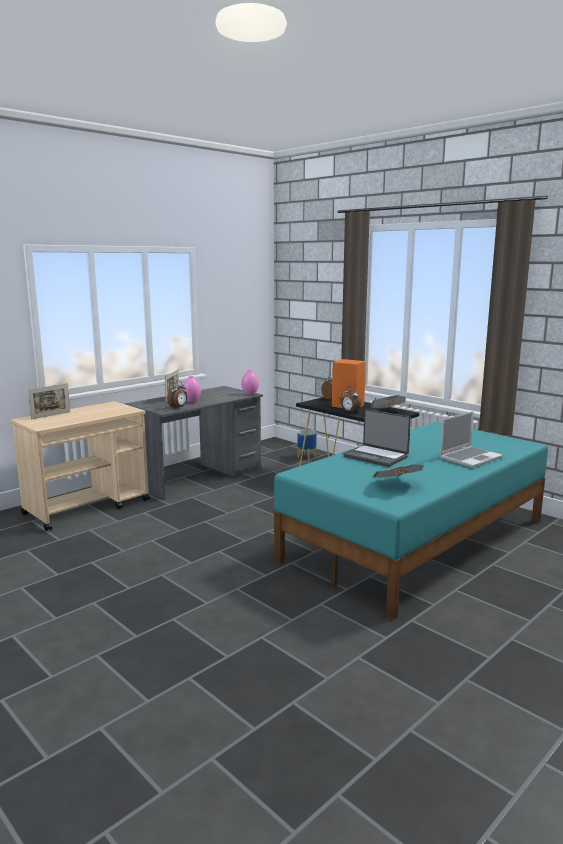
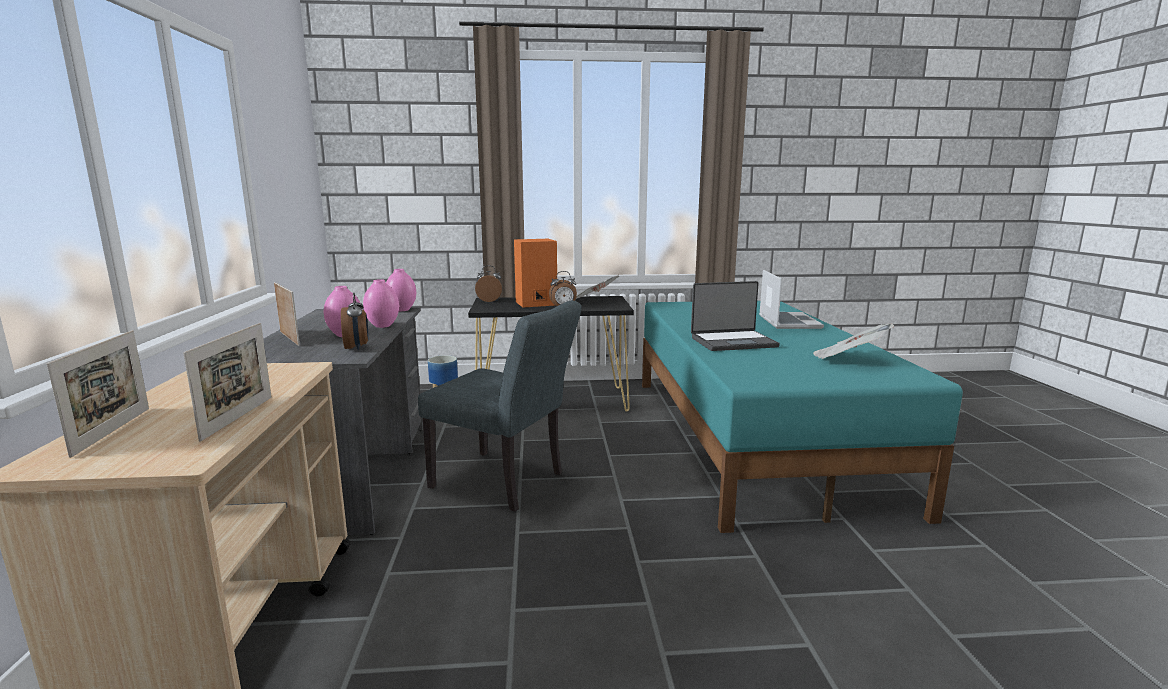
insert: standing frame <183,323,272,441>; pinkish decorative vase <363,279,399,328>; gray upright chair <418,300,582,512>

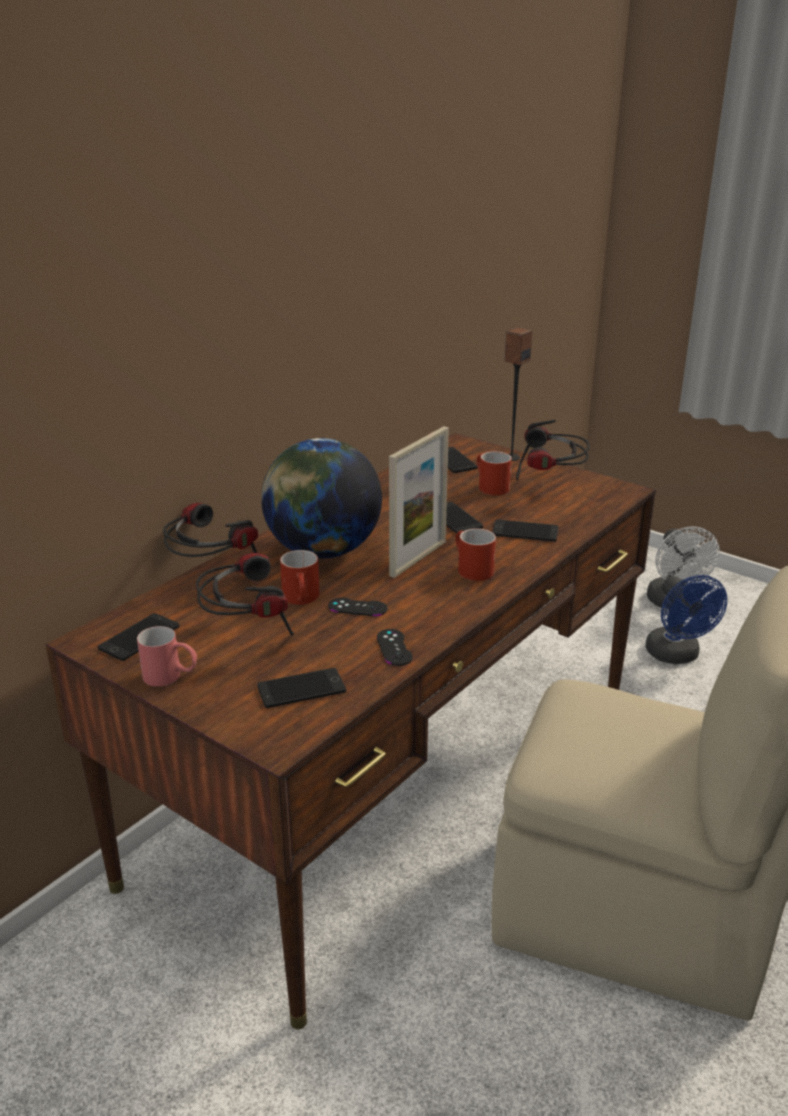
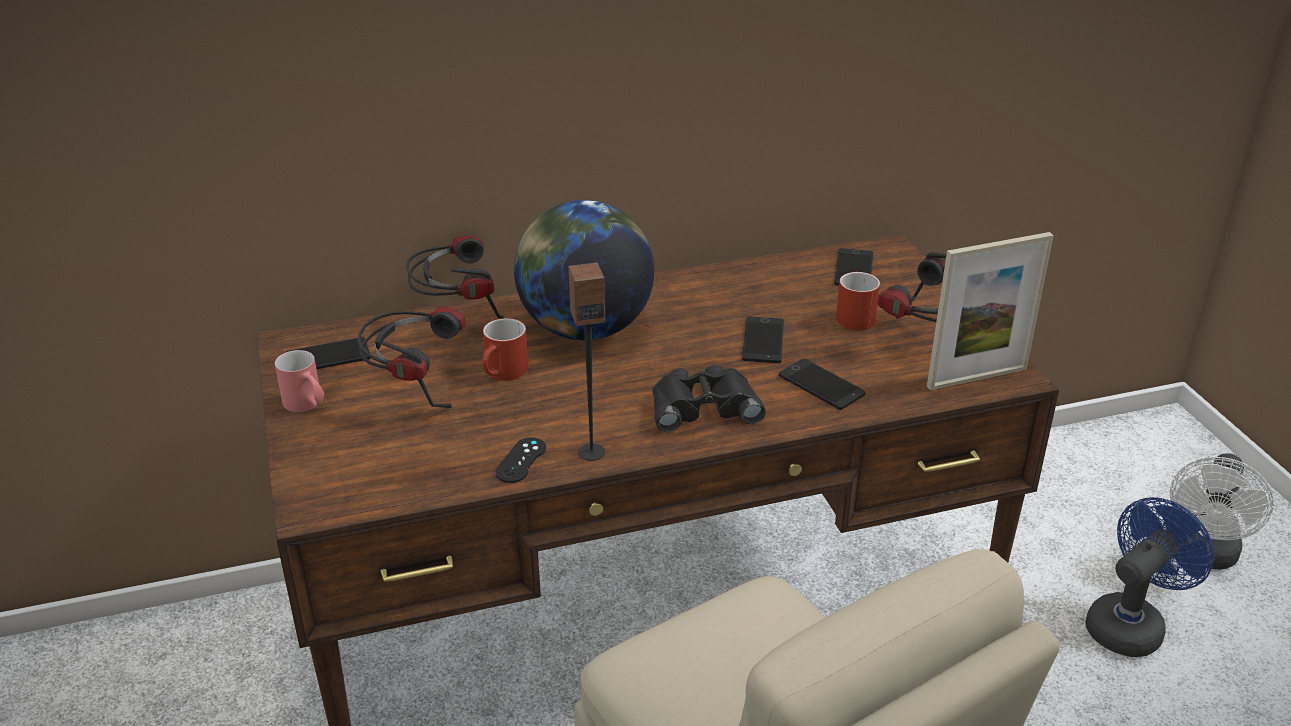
delete: telephone <257,668,346,708>; blackish game controller <328,598,387,616>
move: loudspeaker <504,327,532,461> to <569,263,605,461>; standing frame <389,426,449,578> to <927,232,1054,390>
replace: red-coloured tea mug <455,528,496,581> to blackish field glasses <652,365,766,432>
rotate: bluish electric fan <646,575,727,664> = <1085,497,1214,657> 150 degrees counterclockwise

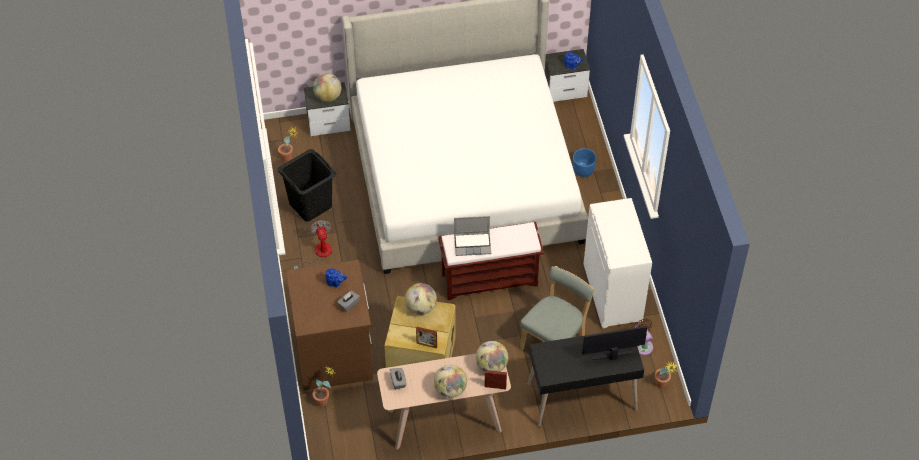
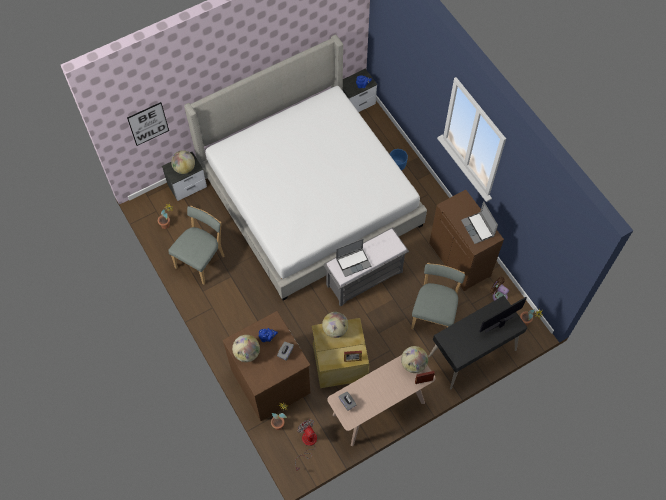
insert: wall picture <127,102,169,146>; portable computer <461,201,498,244>
move: desk globe <434,365,467,398> to <232,335,260,362>; electric fan <294,220,332,269> to <295,420,317,471>
replace: blackish hamper <277,149,336,221> to gray upright chair <168,206,224,284>
recolor: brown-coloured bench <438,222,544,300> to gray bench <324,227,409,307>; white-coloured storage cabinet <584,198,652,328> to brown-coloured storage cabinet <429,190,504,291>

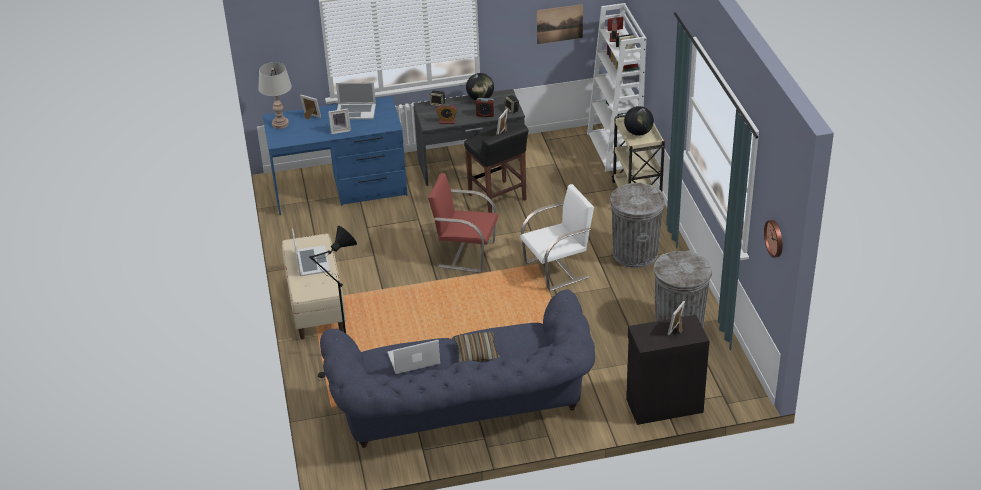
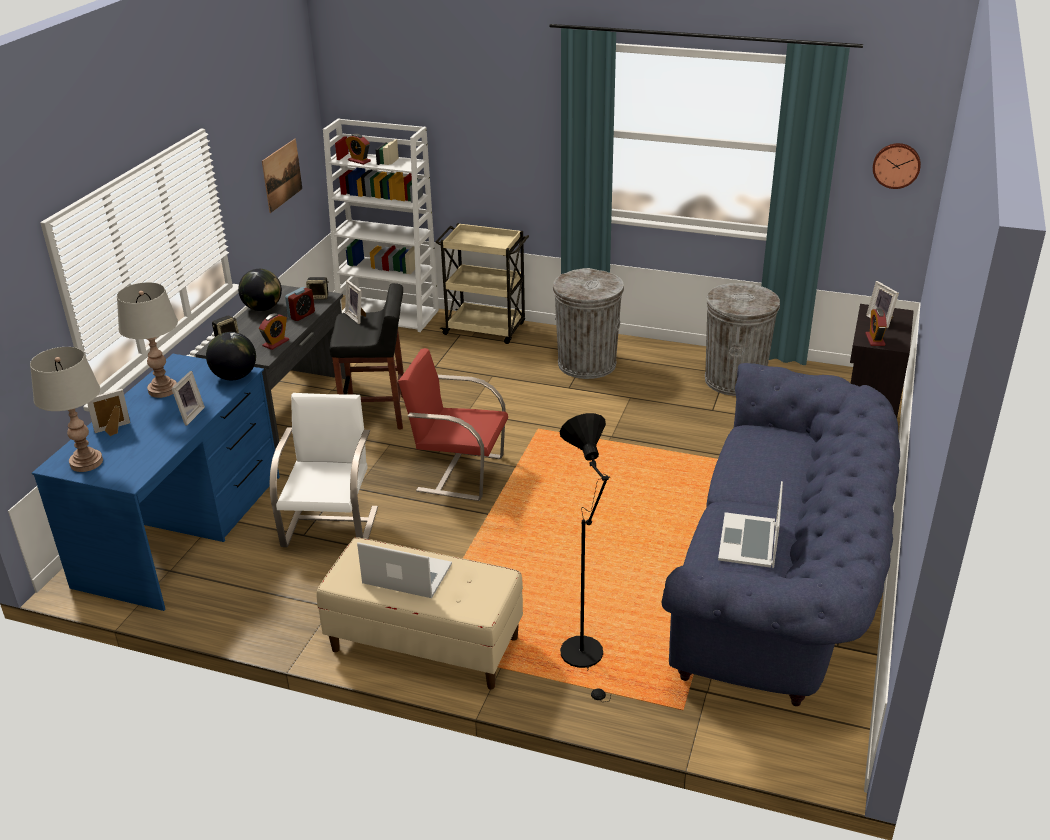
delete: cushion <454,332,500,362>
insert: bedside clock <865,308,887,346>
move: desk globe <624,106,654,136> to <206,332,256,380>; white-coloured upright chair <520,184,594,291> to <269,393,378,547>
replace: portable computer <336,82,376,119> to gray tabletop lamp <117,282,178,398>
rotate: red-coloured upright chair <428,173,498,273> = <398,348,508,501> 60 degrees clockwise

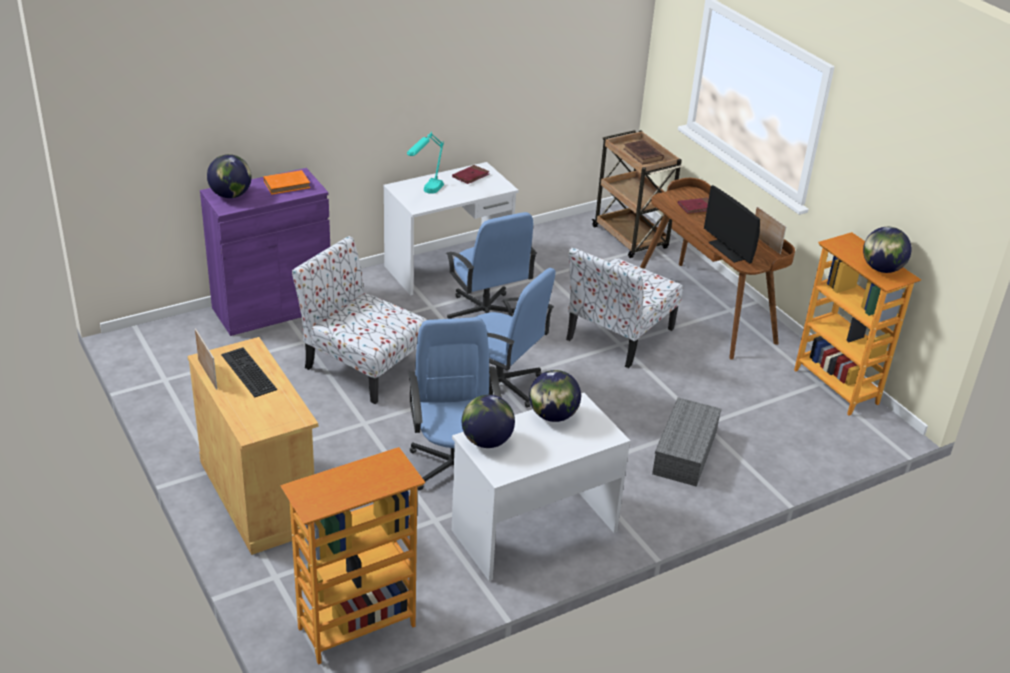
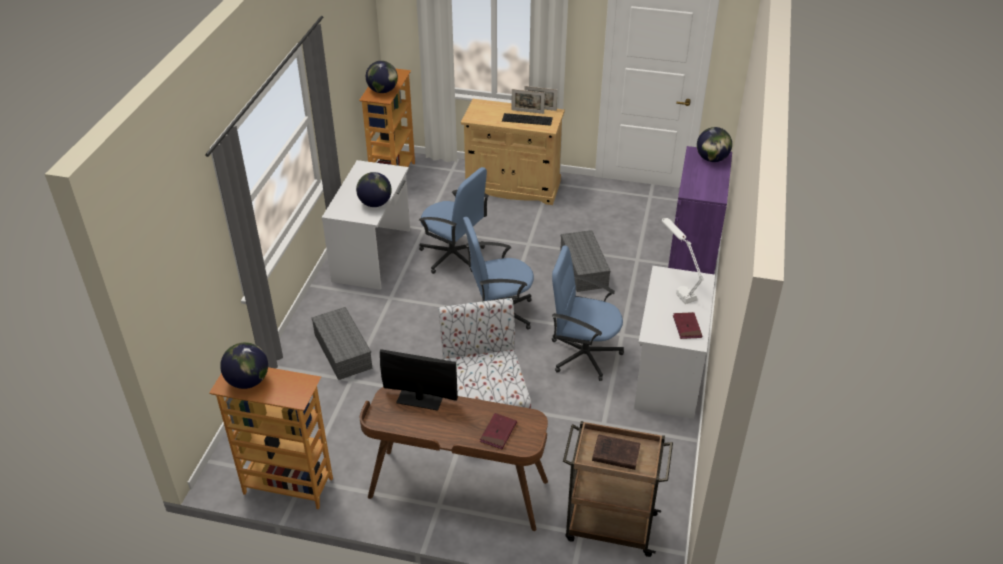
delete: orangey book <264,170,310,194>
move: desk globe <462,395,515,448> to <366,61,398,93>; standing frame <755,206,787,254> to <512,89,545,114>
replace: upright chair <292,236,426,404> to gray storage box <560,230,611,292>
recolor: turquoise tabletop lamp <407,131,444,194> to white-coloured tabletop lamp <662,218,704,304>

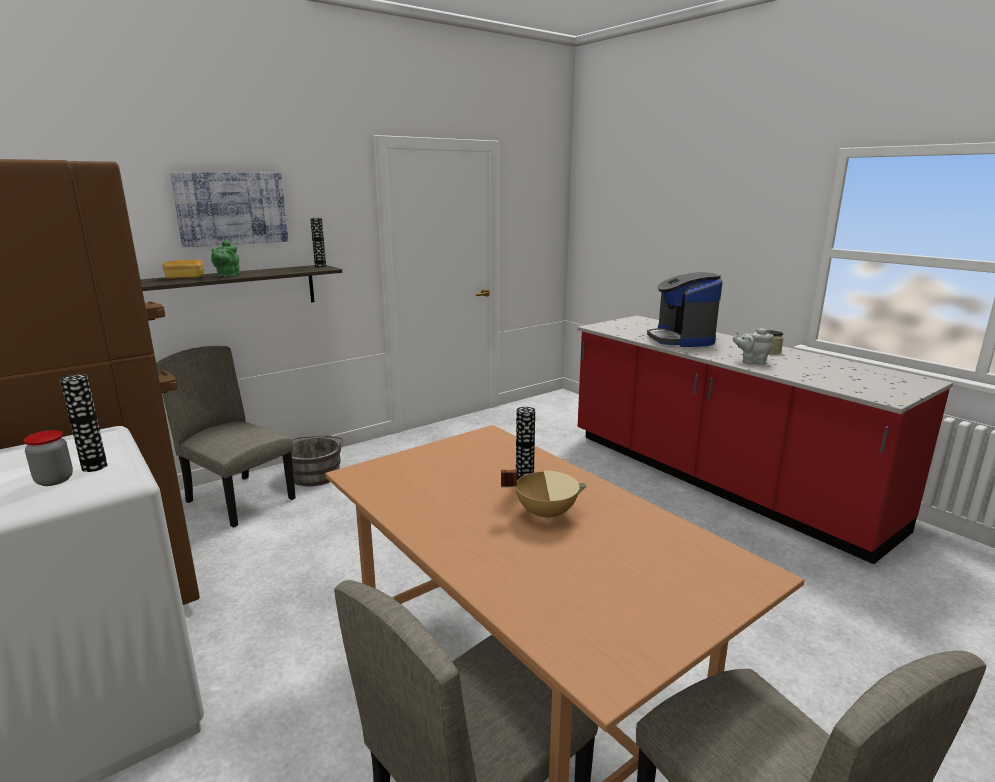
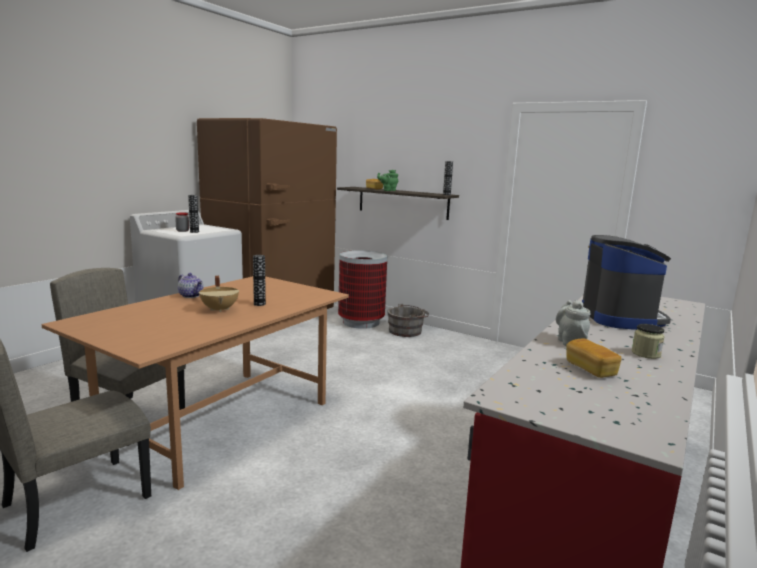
delete: wall picture <170,172,289,247>
insert: teapot <178,273,203,298>; bread <566,339,622,378>
replace: sand-coloured upright chair <156,346,296,528> to waste bin <338,250,387,329>
rotate: coffee machine <647,272,723,347> = <582,235,671,330> 120 degrees clockwise

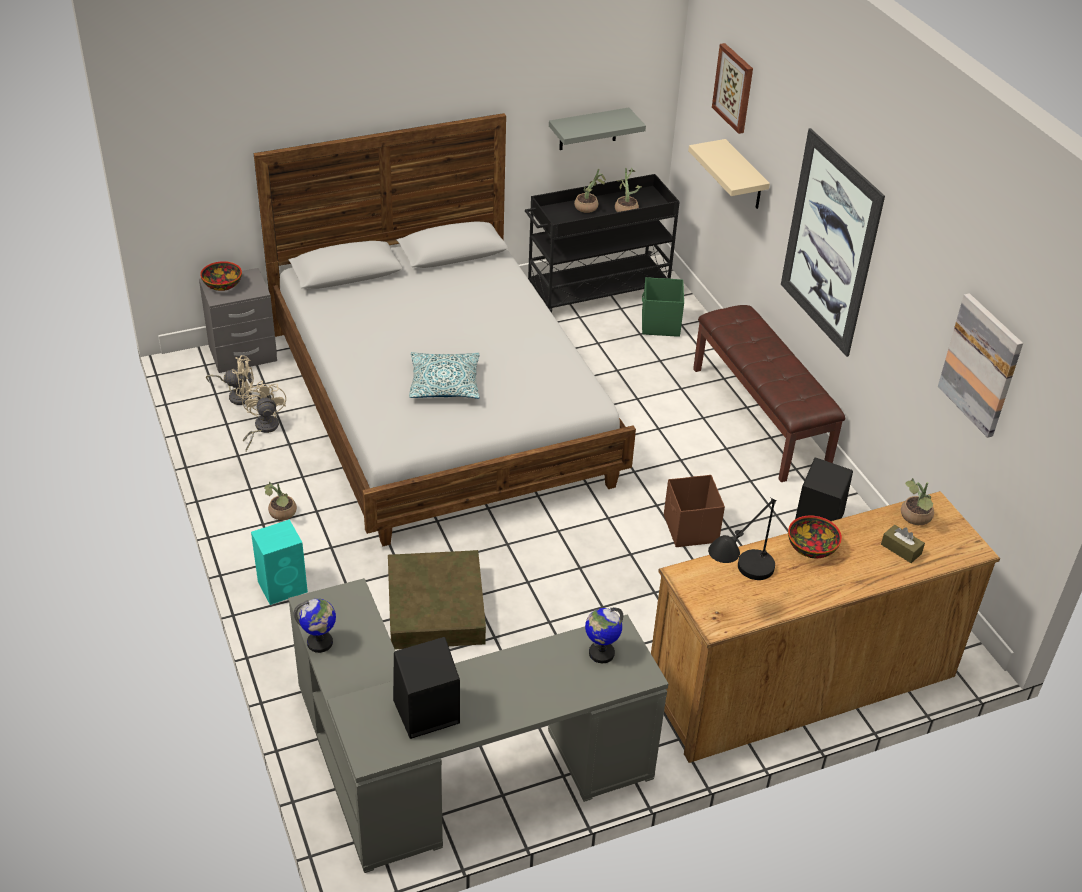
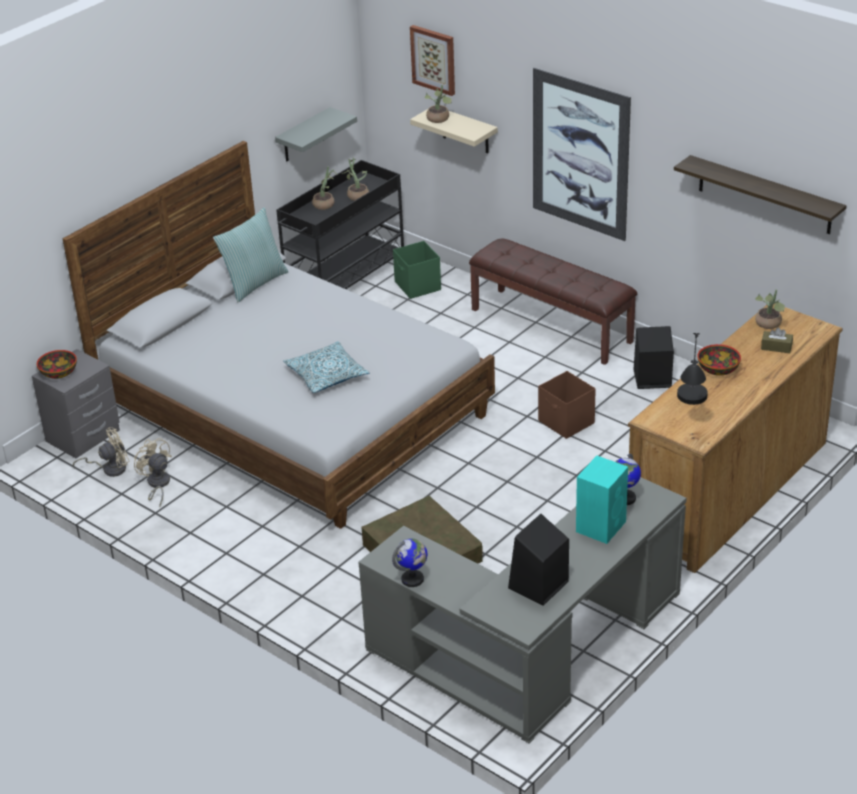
insert: cushion <213,207,288,302>
move: plant in a pot <264,482,297,520> to <425,85,452,123>; turquoise loudspeaker <251,520,308,605> to <576,456,628,544>
replace: wall picture <938,293,1023,438> to shelf <674,155,847,234>

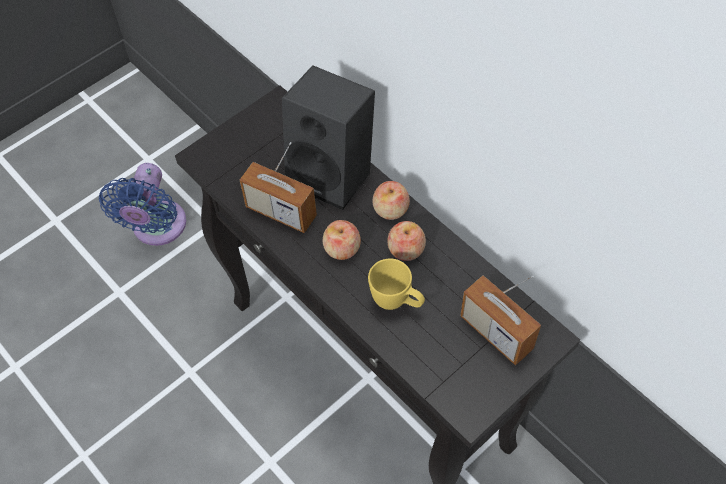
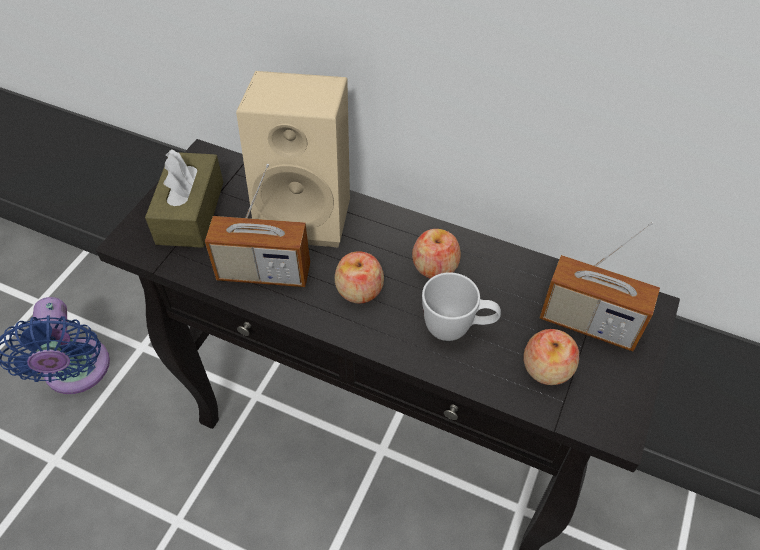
insert: brown-coloured box of tissues <145,149,223,248>
move: whole apple <372,181,410,220> to <523,329,579,385>
recolor: blackish loudspeaker <282,65,375,210> to sand-coloured loudspeaker <236,71,350,248>; yellow-coloured tea mug <368,258,425,310> to white-coloured tea mug <422,272,501,341>

